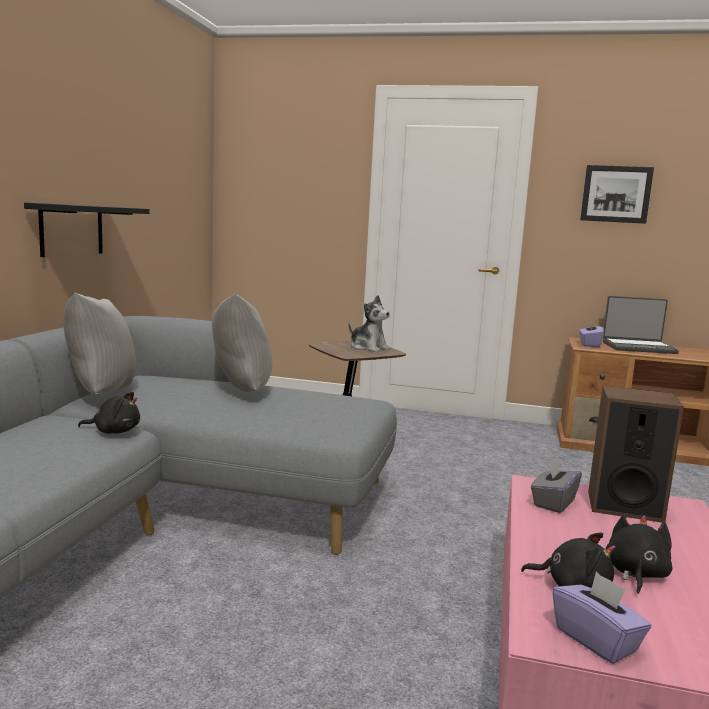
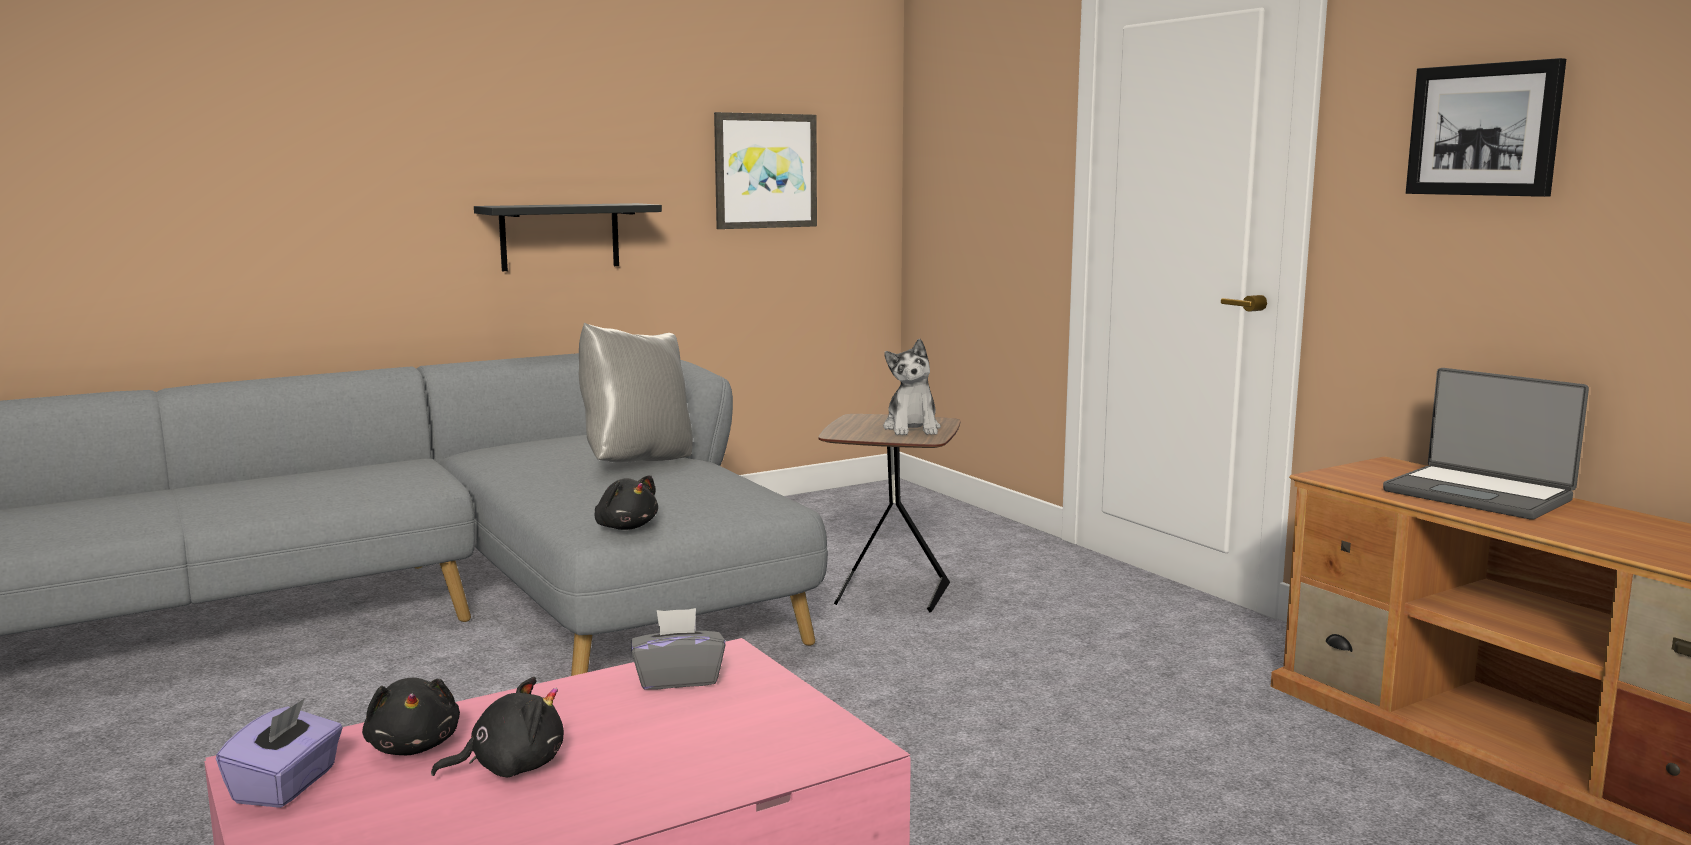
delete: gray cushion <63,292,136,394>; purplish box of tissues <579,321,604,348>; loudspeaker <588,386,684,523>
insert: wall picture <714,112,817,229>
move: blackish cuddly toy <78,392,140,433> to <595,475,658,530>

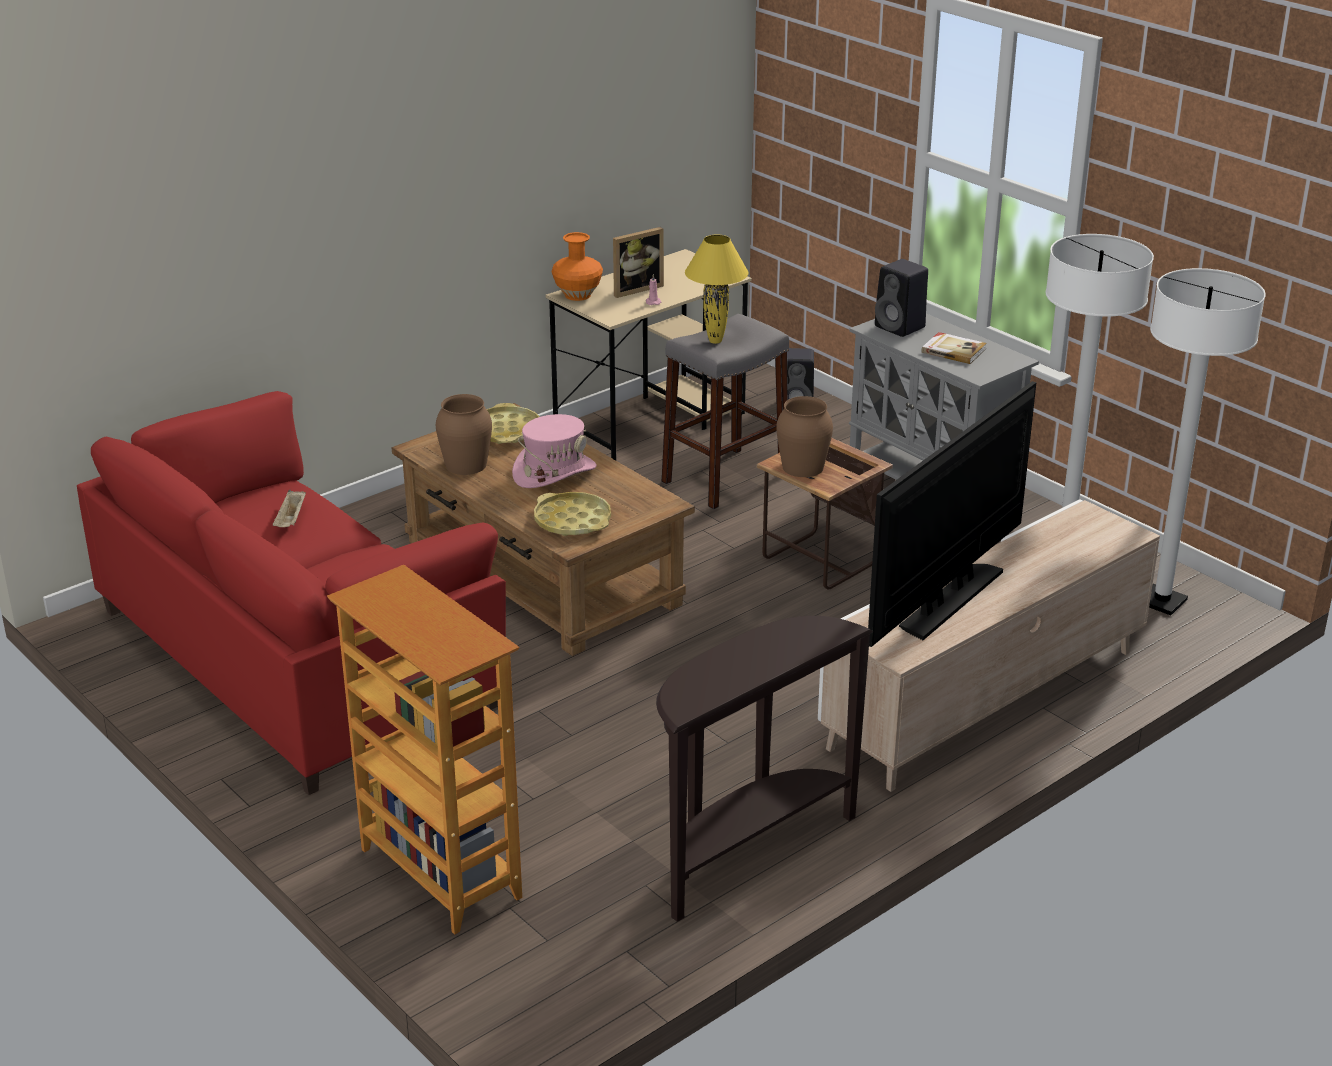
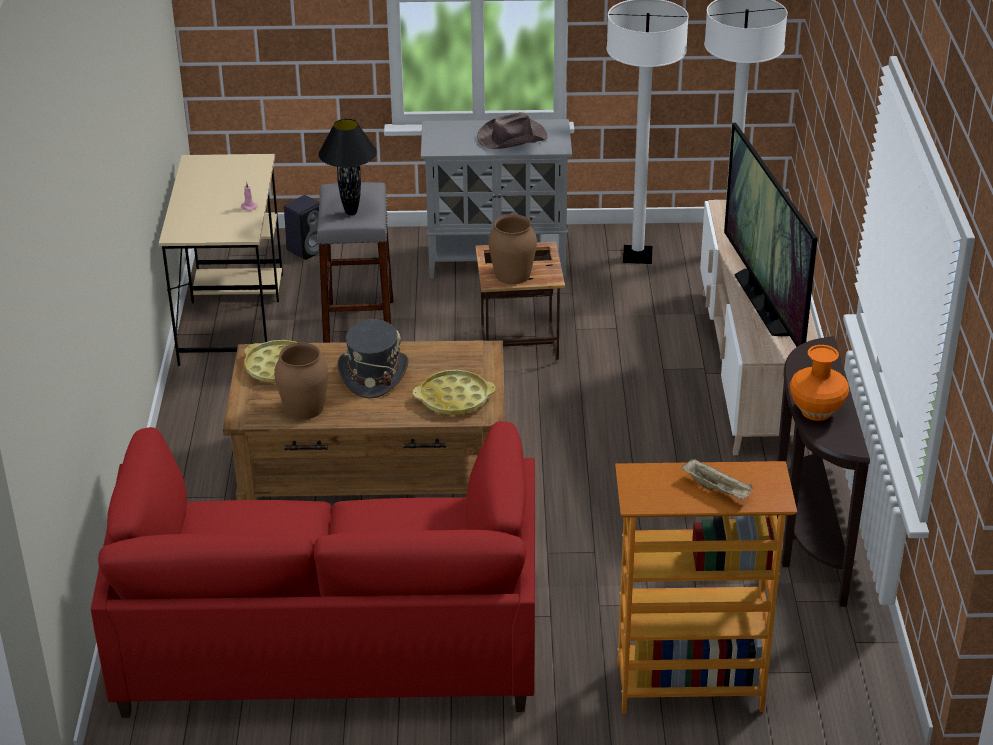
delete: standing frame <613,227,664,298>; blackish loudspeaker <875,259,928,337>
move: sand-coloured serving tray <273,490,306,527> to <682,459,753,500>; orangey decorative vase <552,232,603,301> to <790,345,849,421>
replace: book <921,332,987,364> to brown-coloured wearable hat <477,112,548,149>
recolor: yellow-coloured tabletop lamp <685,235,749,344> to blackish tabletop lamp <318,119,377,215>; pinkish wearable hat <512,414,597,488> to gray wearable hat <337,319,409,398>

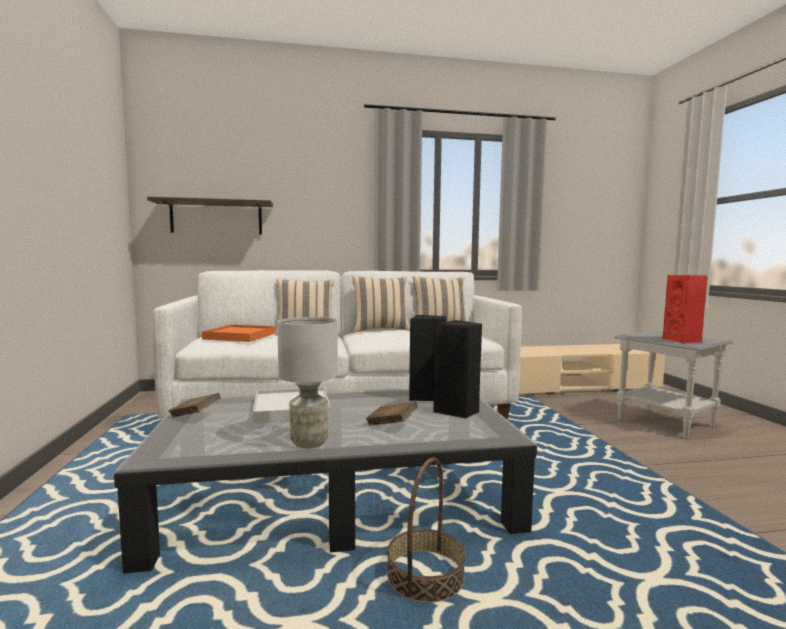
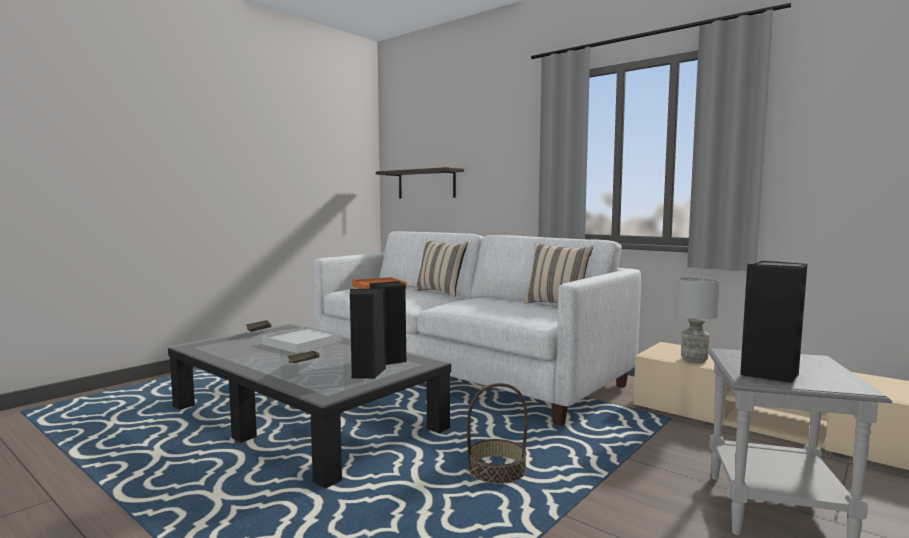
delete: sand-coloured cushion <352,276,410,332>
move: household basket <387,458,466,603> to <467,383,528,484>; gray tabletop lamp <277,317,338,448> to <676,277,720,363>
recolor: red-coloured loudspeaker <663,275,708,343> to blackish loudspeaker <740,260,807,383>

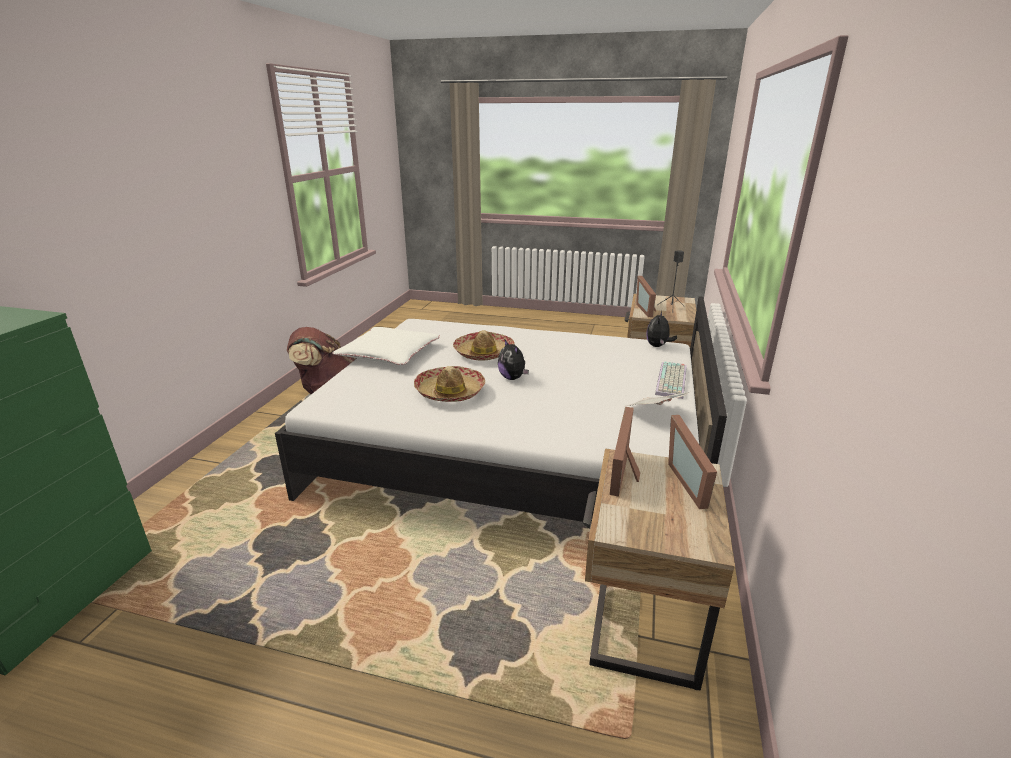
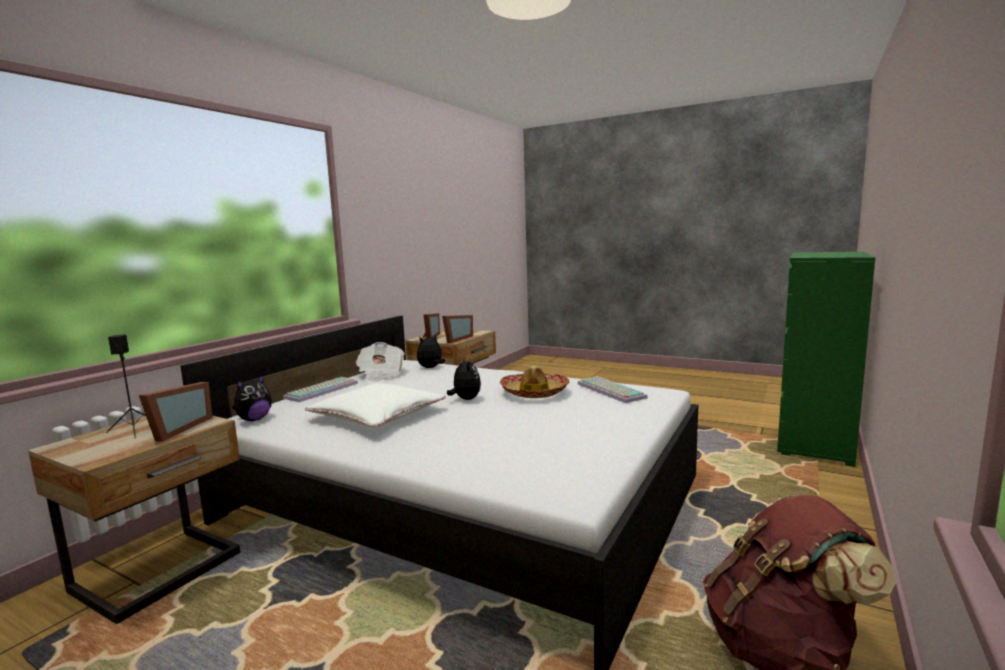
delete: wearable hat <453,330,515,361>
insert: cuddly toy <417,334,445,368>; keyboard <578,376,648,403>
move: white-coloured cushion <332,327,440,365> to <305,383,446,427>

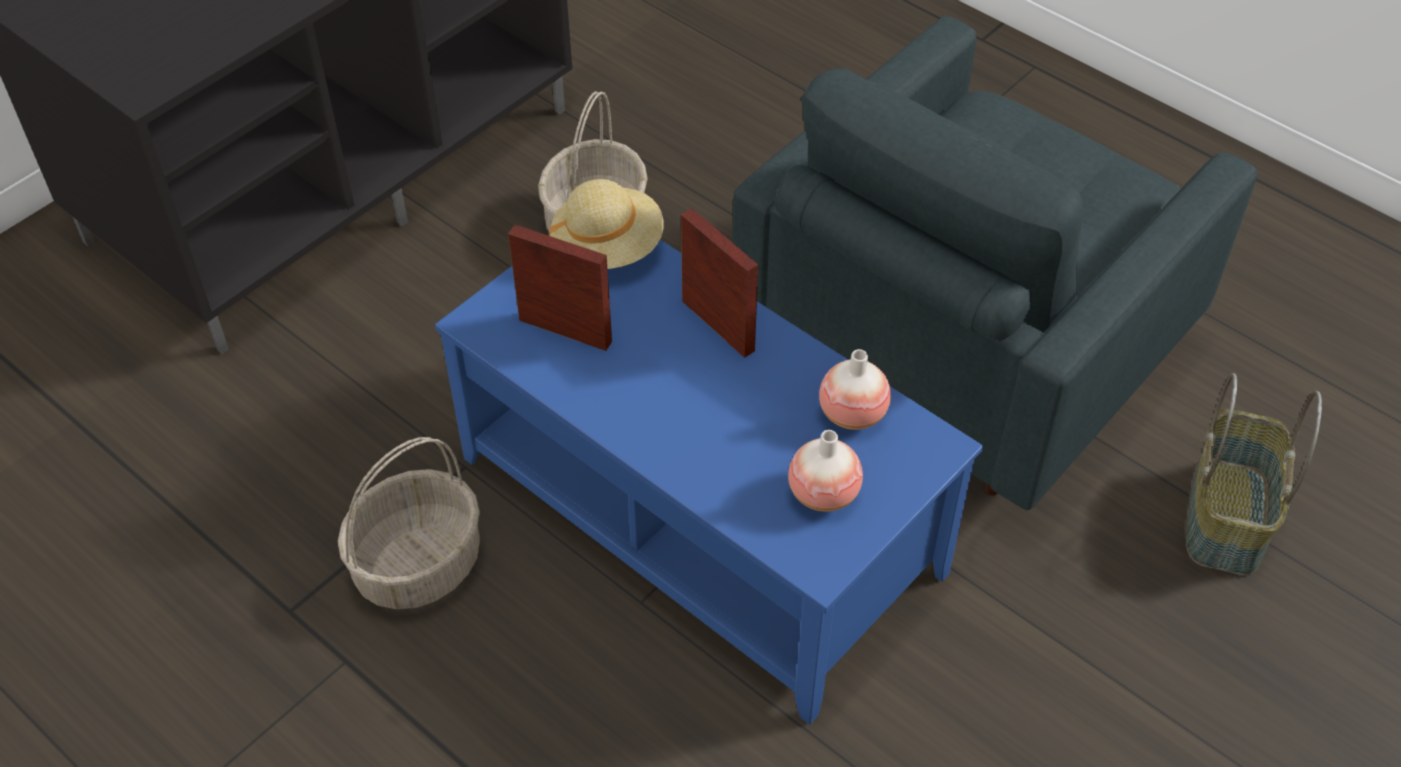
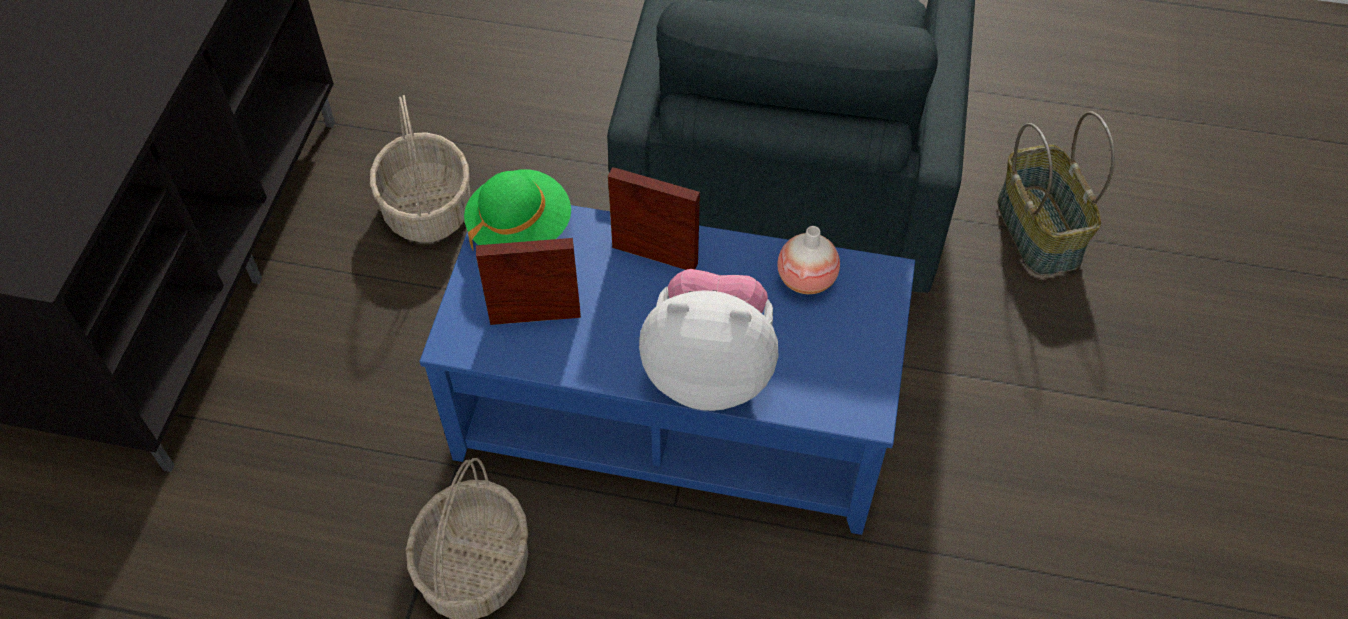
delete: decorative vase <788,430,863,512>
insert: cuddly toy <639,269,779,411>
recolor: sand-coloured wearable hat <549,179,663,269> to green-coloured wearable hat <464,169,571,251>

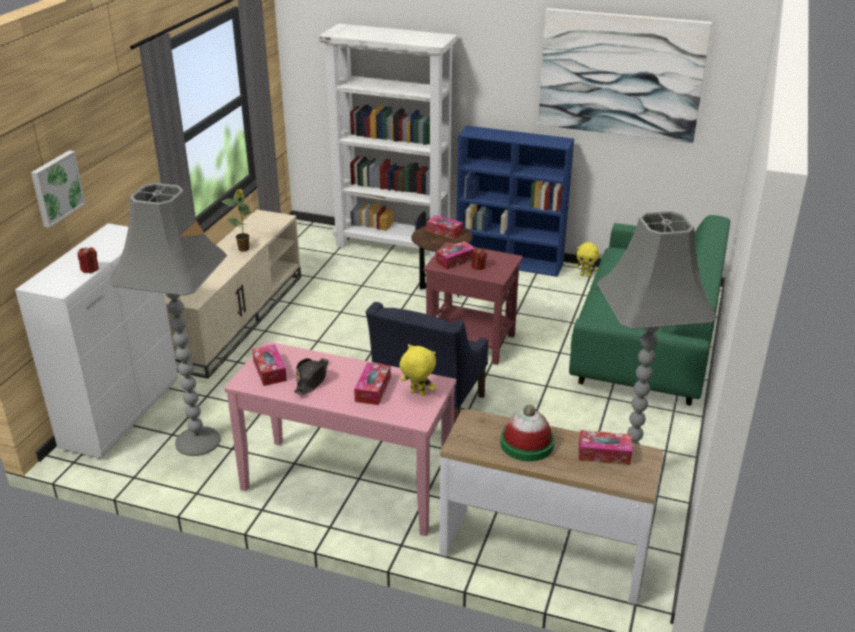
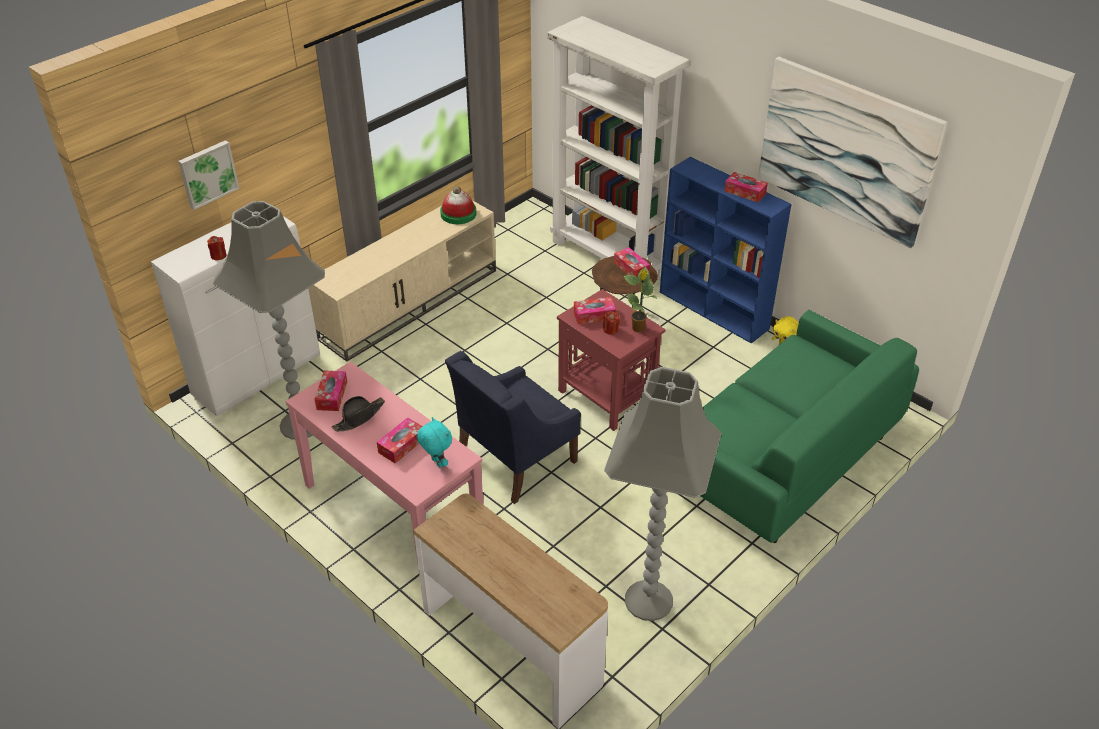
move: wearable hat <500,405,554,461> to <440,186,477,224>; plant in a pot <221,189,255,252> to <624,267,658,332>; box of tissues <579,430,632,465> to <724,172,768,202>
recolor: yellow-coloured cuddly toy <400,344,436,396> to turquoise cuddly toy <417,417,452,467>

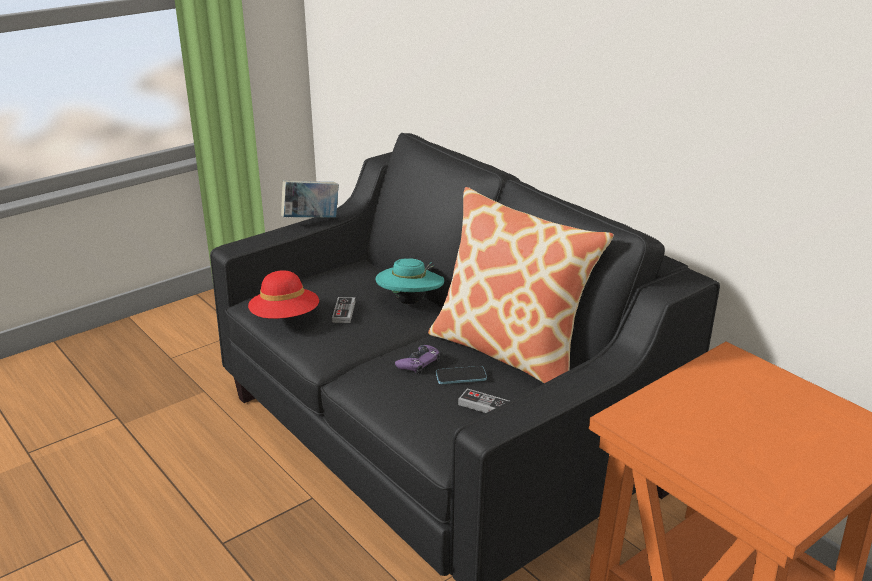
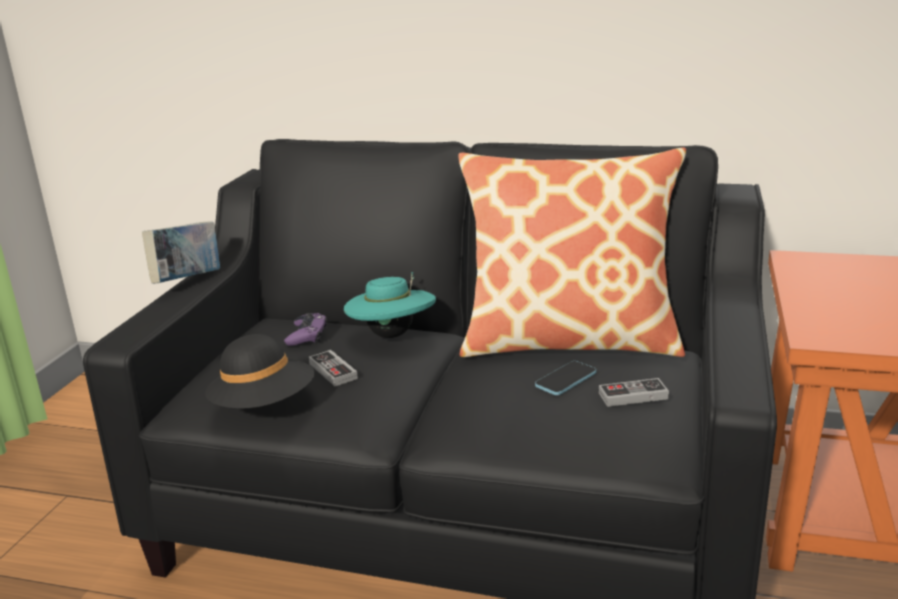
move: purplish game controller <395,345,440,374> to <284,313,327,346>
recolor: red-coloured wearable hat <248,270,319,319> to blackish wearable hat <205,334,315,409>

